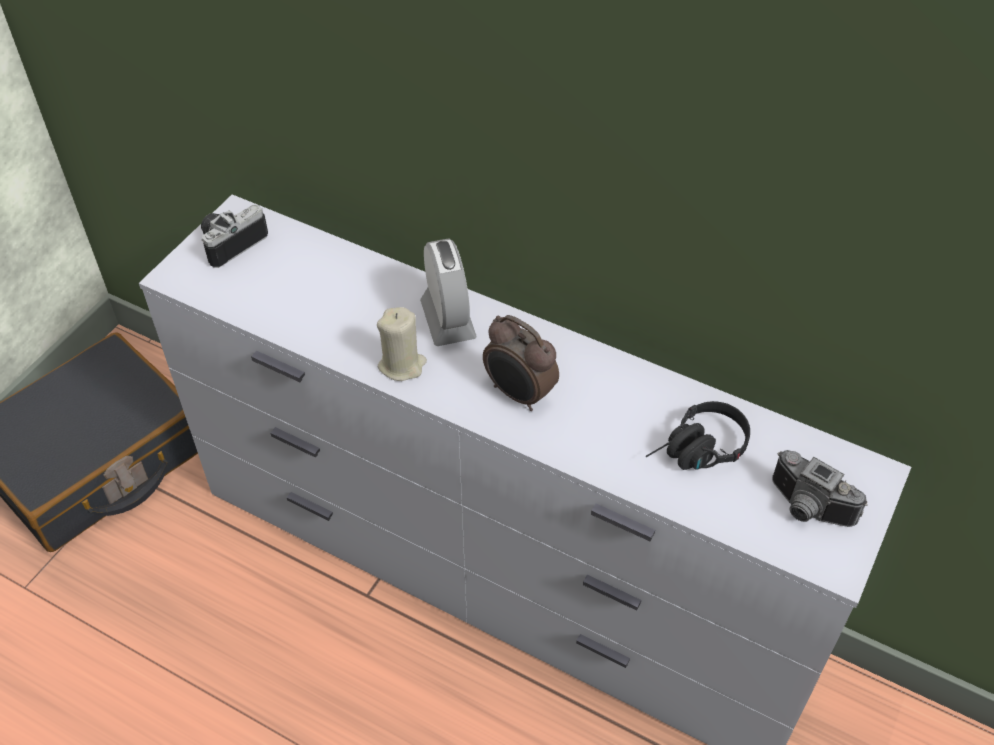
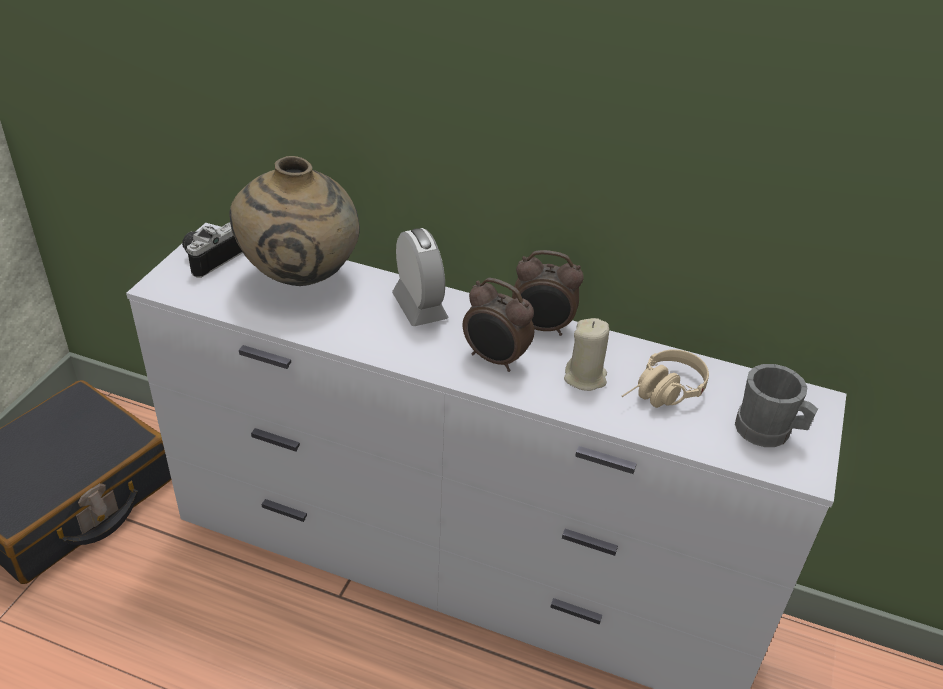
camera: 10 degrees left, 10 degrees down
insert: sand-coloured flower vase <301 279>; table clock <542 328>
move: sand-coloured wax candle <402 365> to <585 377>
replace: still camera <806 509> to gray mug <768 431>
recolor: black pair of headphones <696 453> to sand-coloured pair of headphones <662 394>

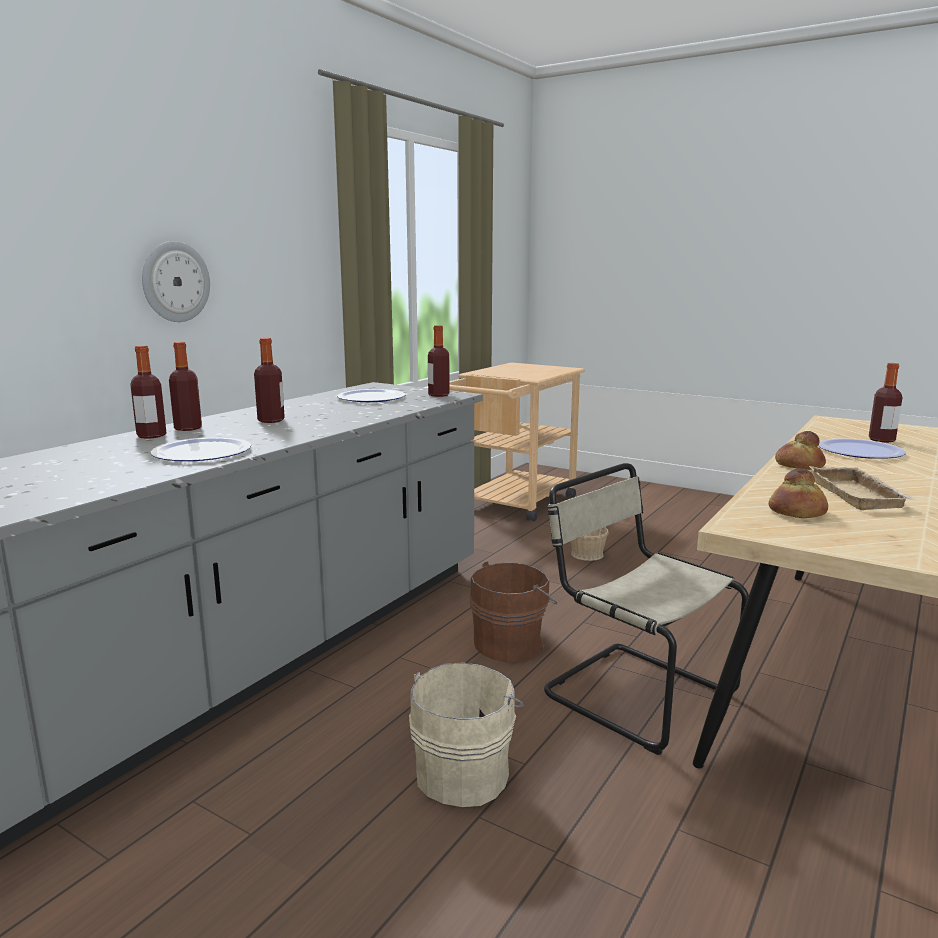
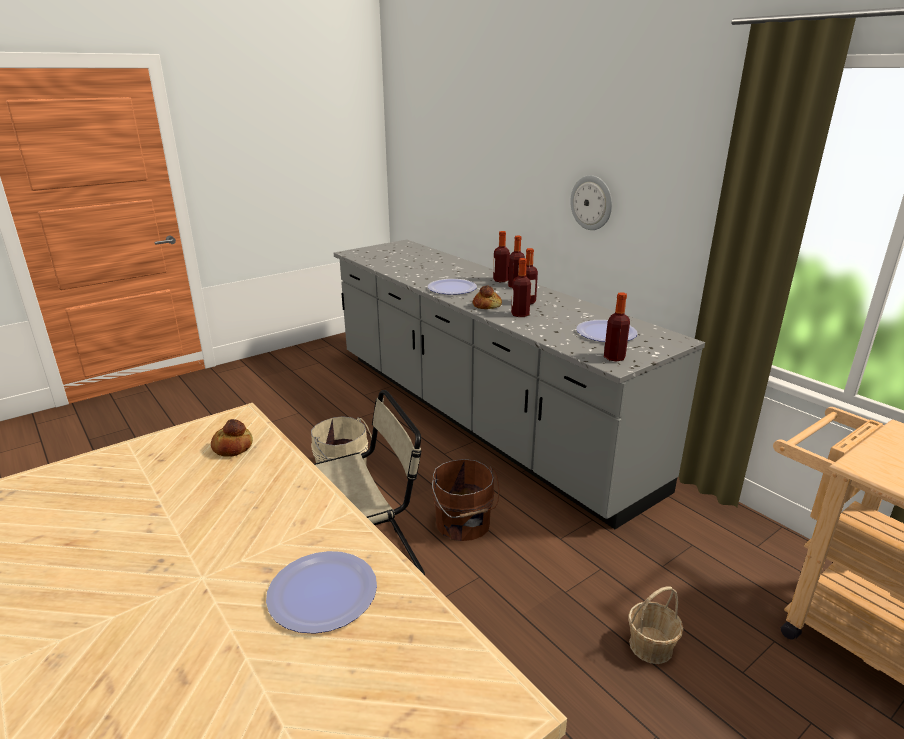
camera: 110 degrees right, 10 degrees up
delete: sand-coloured carrying tray <860 495>
move: bakery bread <798 465> to <486 305>; beverage bottle <881 440> to <520 314>

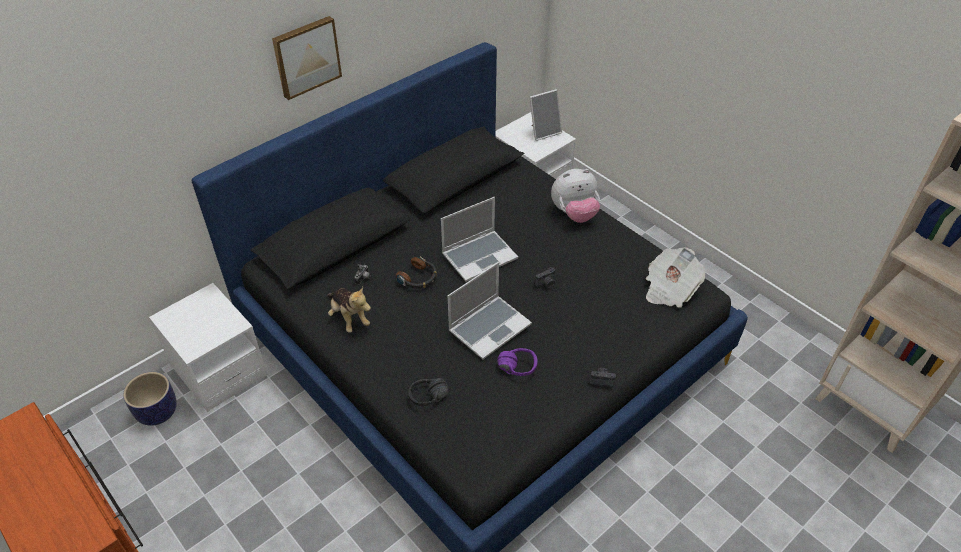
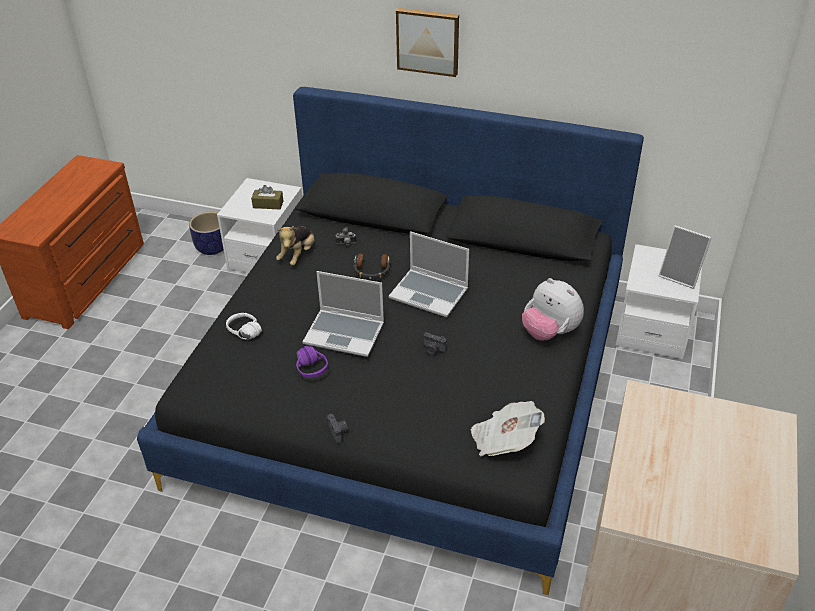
camera: 60 degrees right, 5 degrees down
insert: brown-coloured tissue box <268 204>
recolor: black pair of headphones <430 401> to white-coloured pair of headphones <241 335>

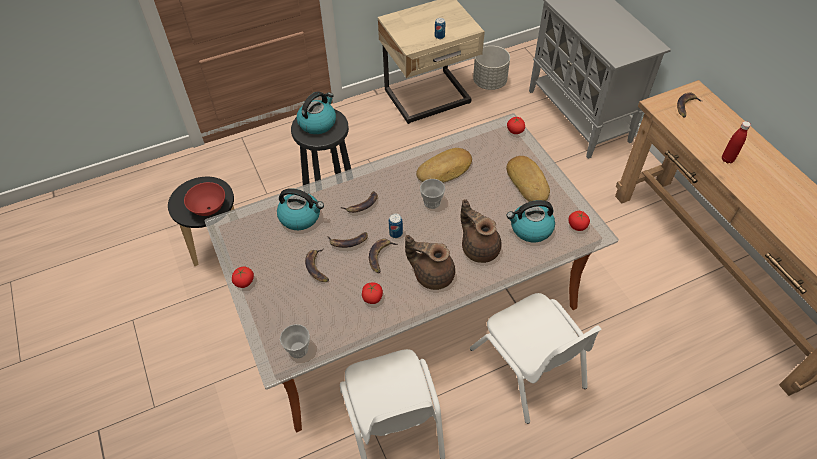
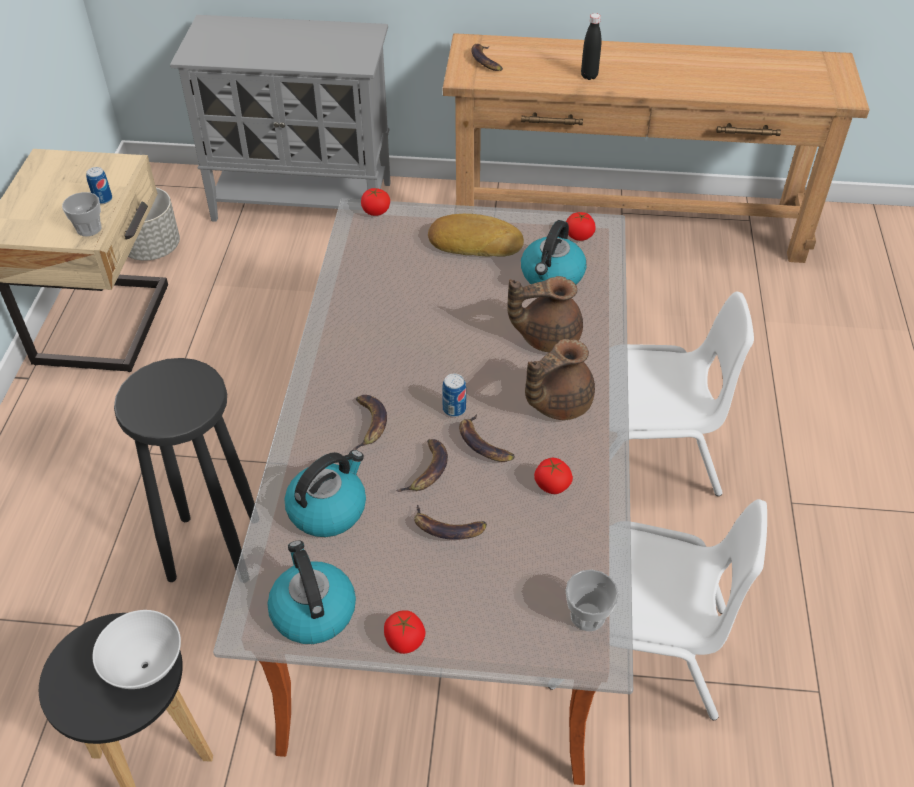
camera: 60 degrees left, 5 degrees down
delete: bakery bread <445 170>
move: kettle <317 123> to <312 611>; cup <432 202> to <89 228>
recolor: red-coloured deep dish <208 209> to white-coloured deep dish <145 667>; red-coloured beverage bottle <727 159> to black beverage bottle <589 76>

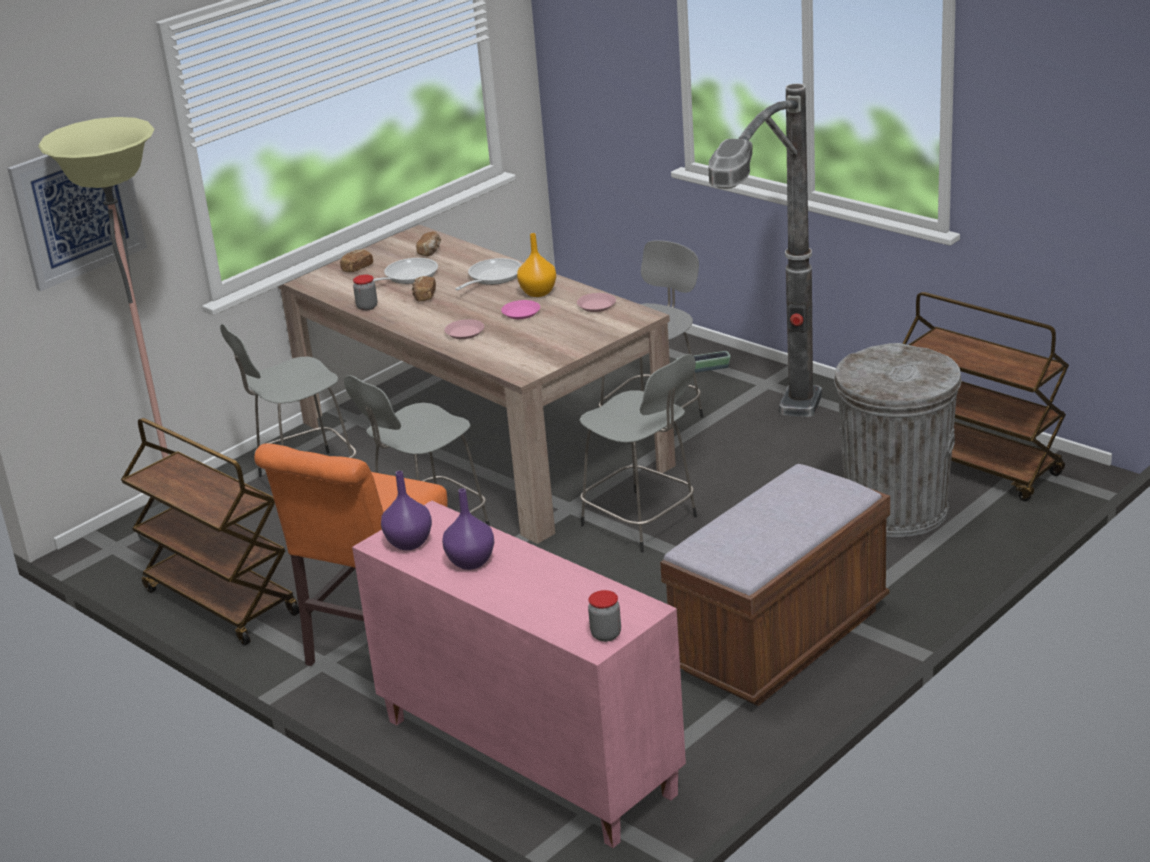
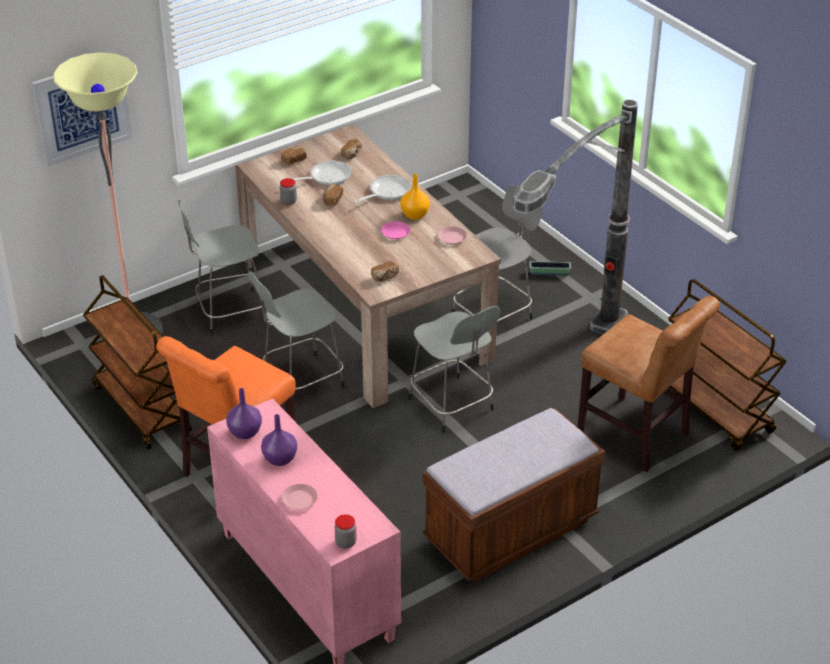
camera: 10 degrees right, 10 degrees up
insert: bakery bread <385 277>
move: pink flat dish <464 332> to <299 499>
replace: gray waste bin <895 510> to brown-coloured upright chair <638 437>

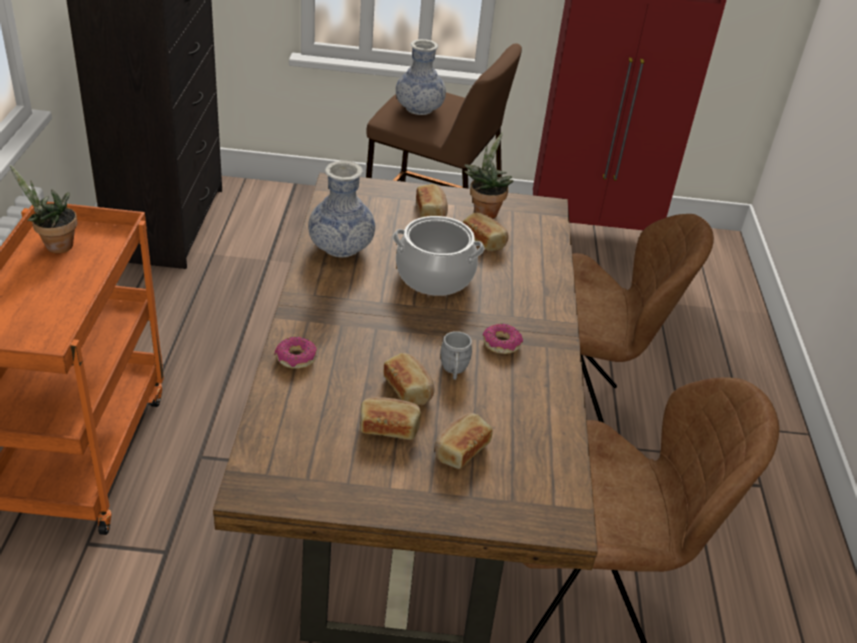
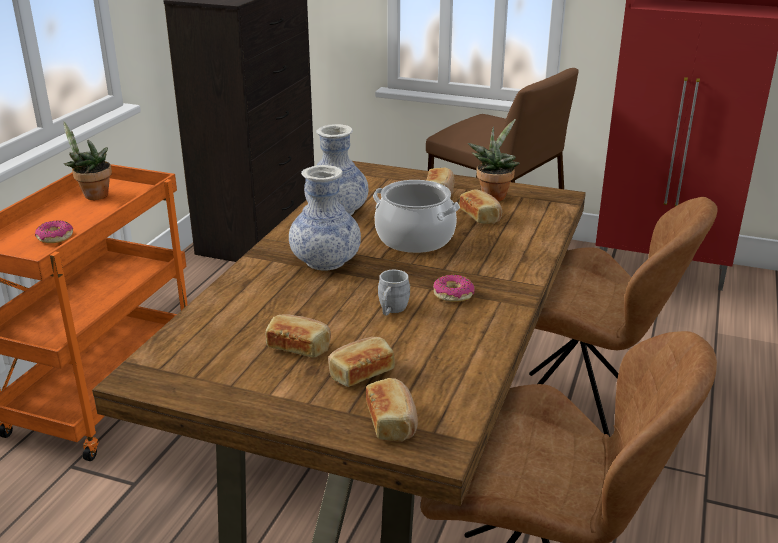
camera: 20 degrees right, 10 degrees down
move: doughnut <296 358> to <55 238>; bakery bread <409 388> to <392 422>; flower vase <419 109> to <325 261>

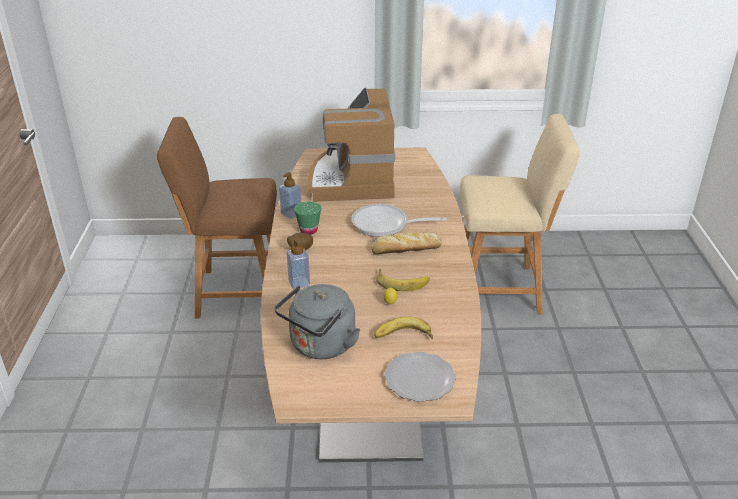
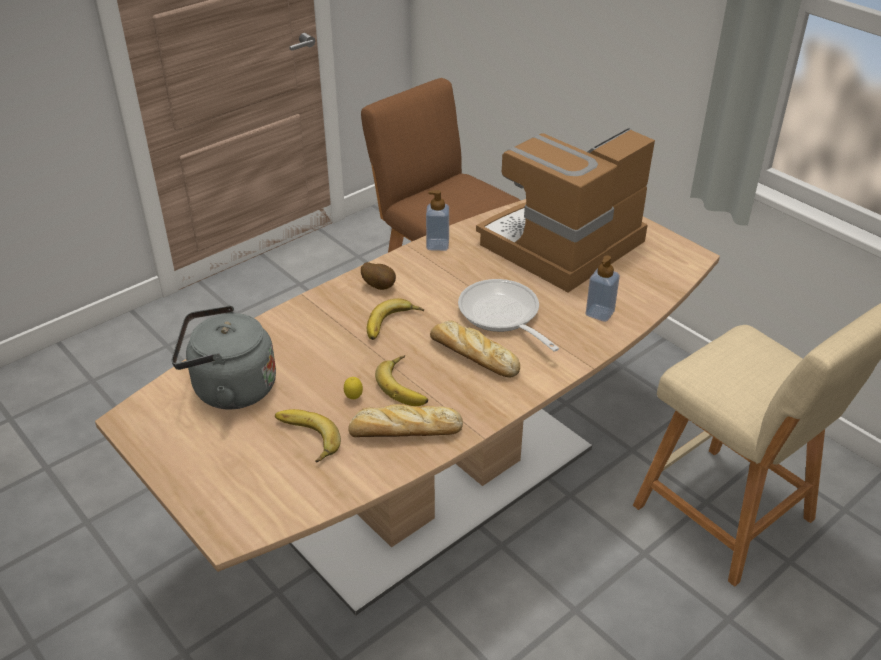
camera: 50 degrees right, 5 degrees up
delete: green cup <308 230>; flat dish <418 378>
insert: bakery bread <403 431>; banana fruit <393 325>
move: liquid soap bottle <299 283> to <599 313>

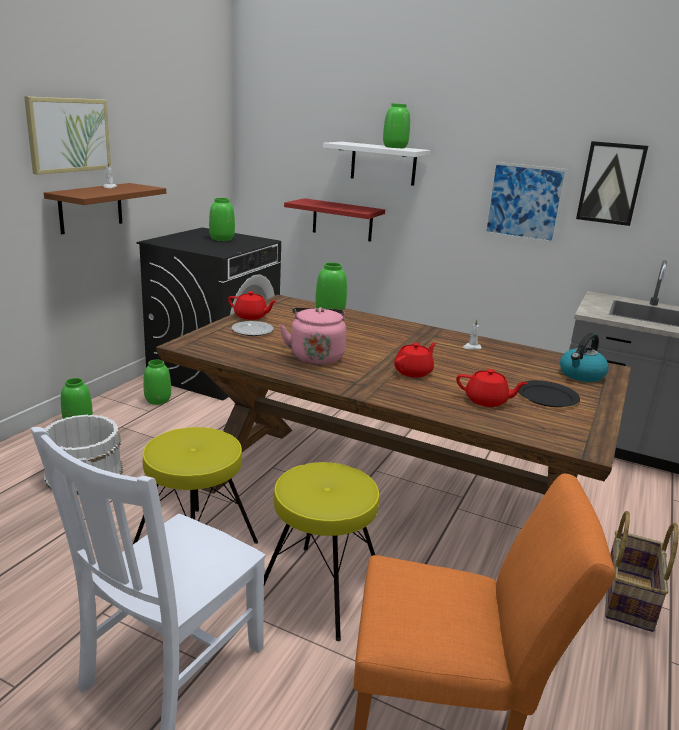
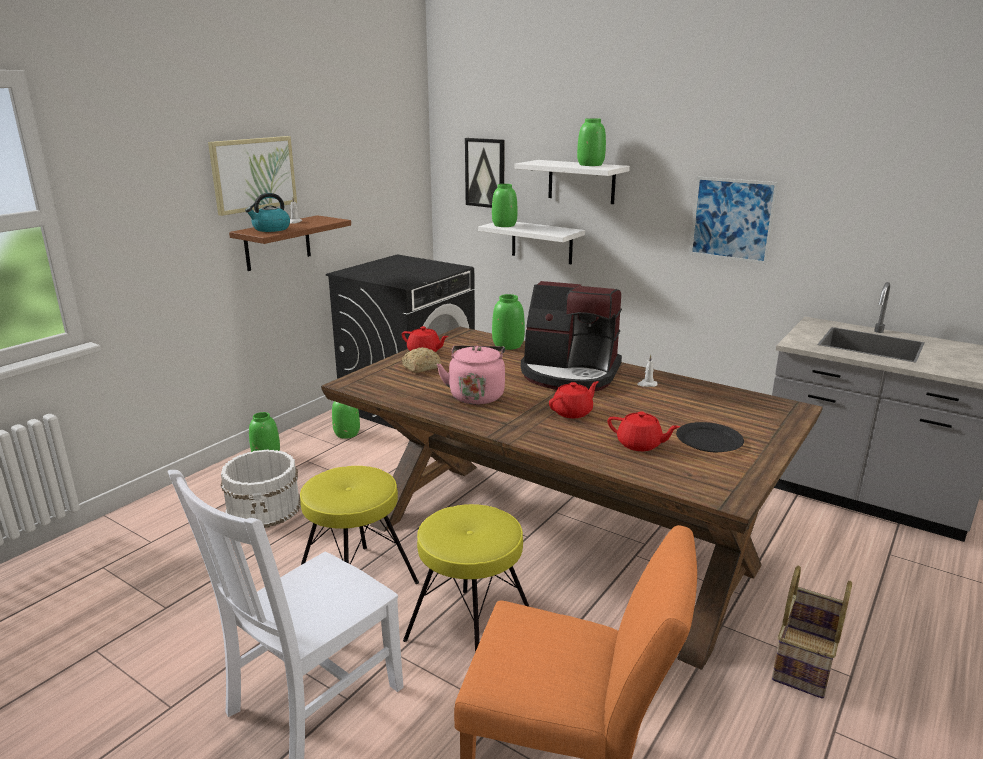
camera: 10 degrees right, 0 degrees up
insert: coffee brewer <570 374>
move: green flower vase <222 239> to <504 225>; kettle <581 375> to <271 229>; wall art <611 183> to <485 173>
replace: flat dish <252 331> to bakery bread <420 367>
recolor: red-coloured shelf <342 220> to white-coloured shelf <542 242>

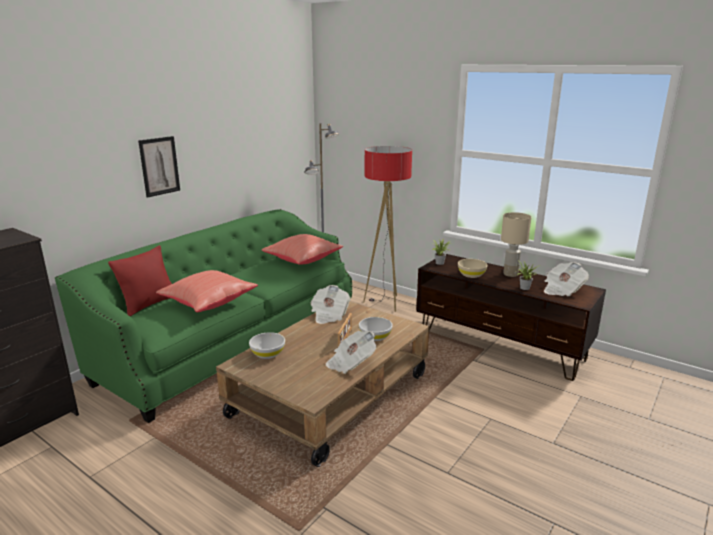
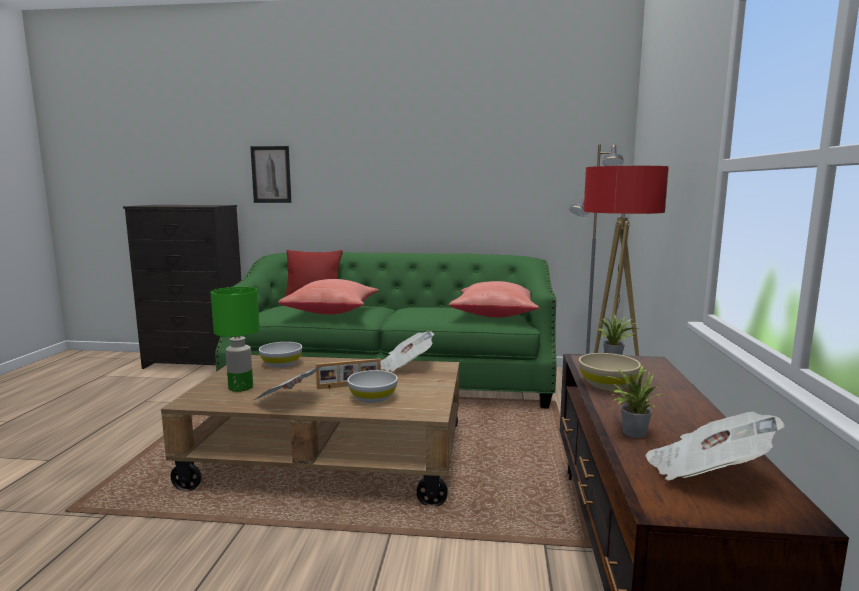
camera: 60 degrees right, 10 degrees down
delete: sand-coloured tabletop lamp <511 274>
insert: green tabletop lamp <240 387>
move: wall art <159 166> to <271 174>

